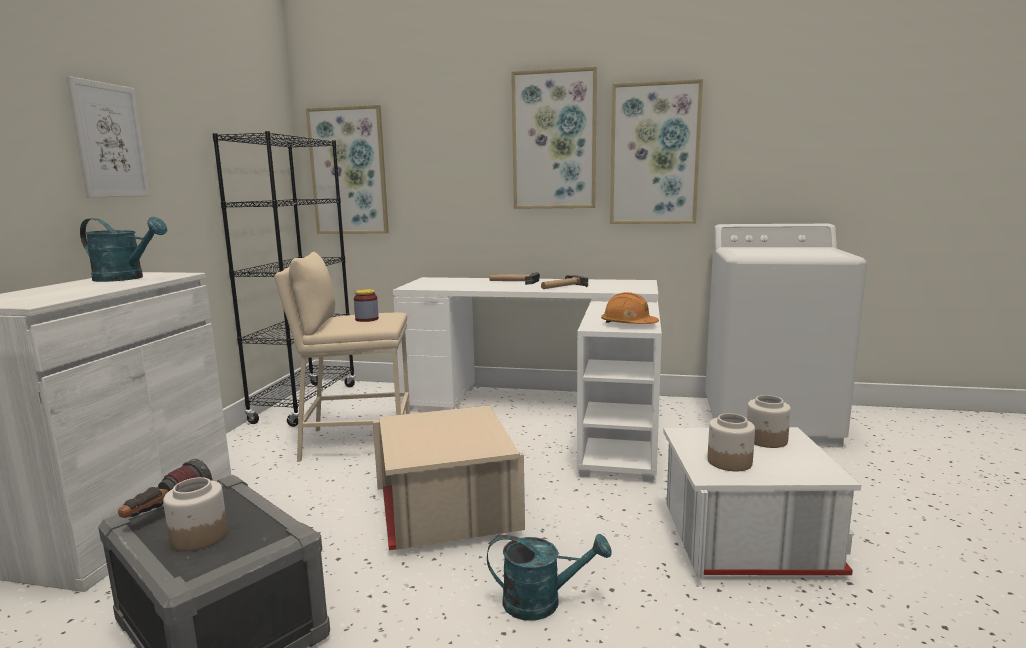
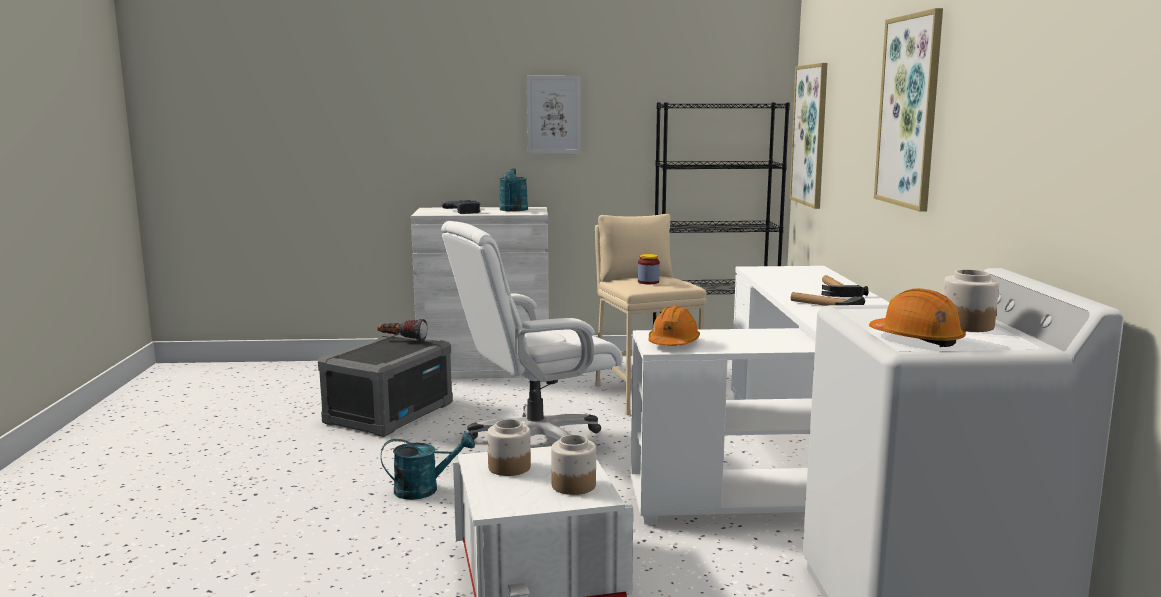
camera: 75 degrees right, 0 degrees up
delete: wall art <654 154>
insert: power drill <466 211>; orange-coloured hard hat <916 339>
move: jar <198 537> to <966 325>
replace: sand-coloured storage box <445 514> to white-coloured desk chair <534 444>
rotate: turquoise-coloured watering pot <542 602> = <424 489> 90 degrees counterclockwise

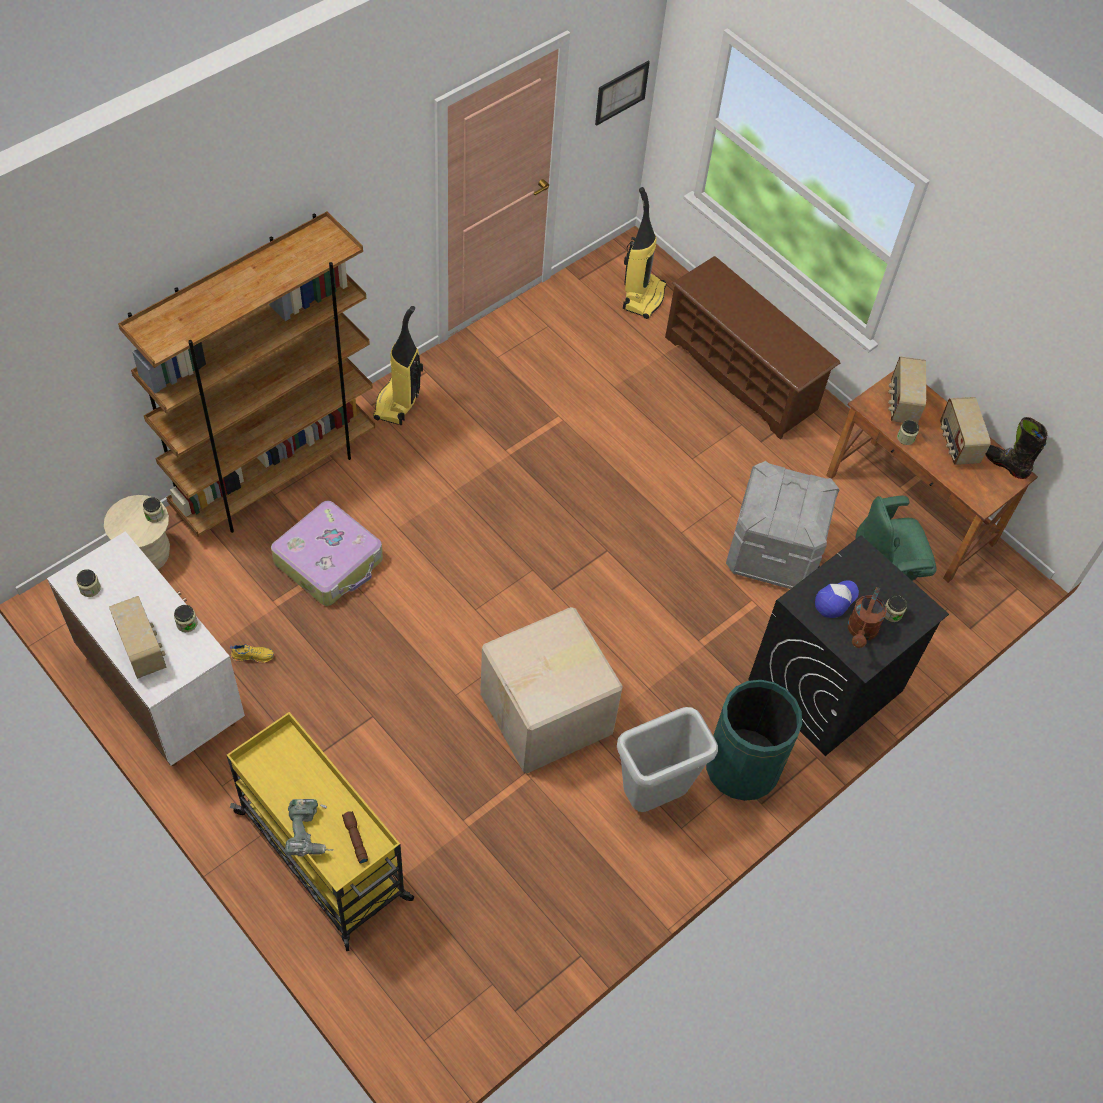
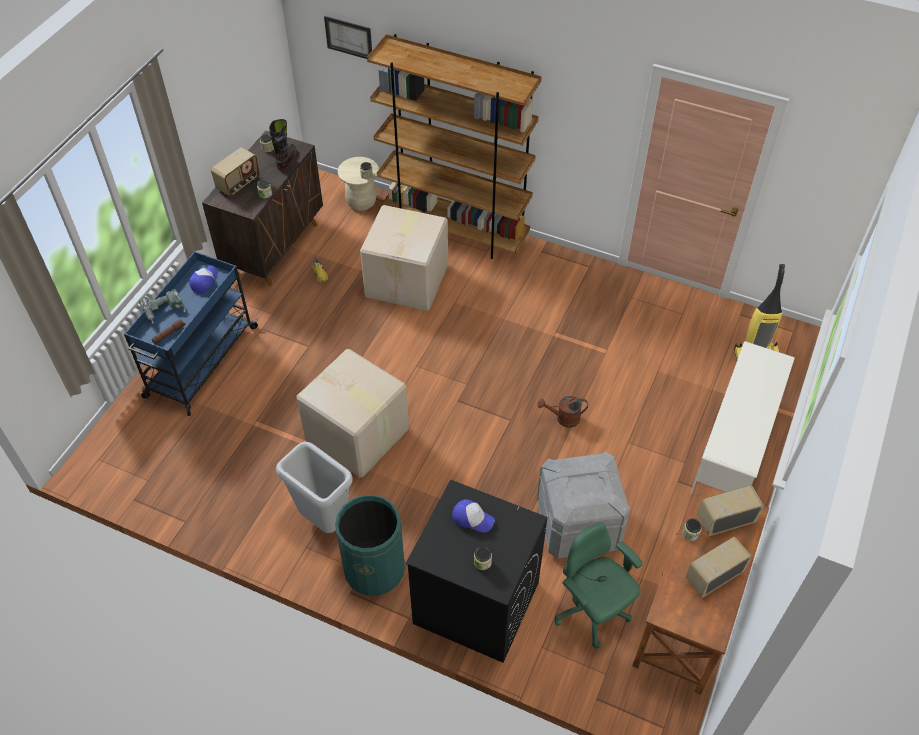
camera: 70 degrees right, 5 degrees down
delete: hoover <398 404>
insert: peaked cap <204 281>
move: wall art <621 92> to <349 37>; brown-coloured watering pot <861 632> to <563 418>; black boot <1006 464> to <286 160>
replace: suitcase <330 561> to carton <408 280>
recolor: white-coloured storage cabinet <162 692> to brown-coloured storage cabinet <275 247>; yellow cart <324 857> to bluish cart <200 362>; brown-coloured shoe stand <742 374> to white-coloured shoe stand <734 445>

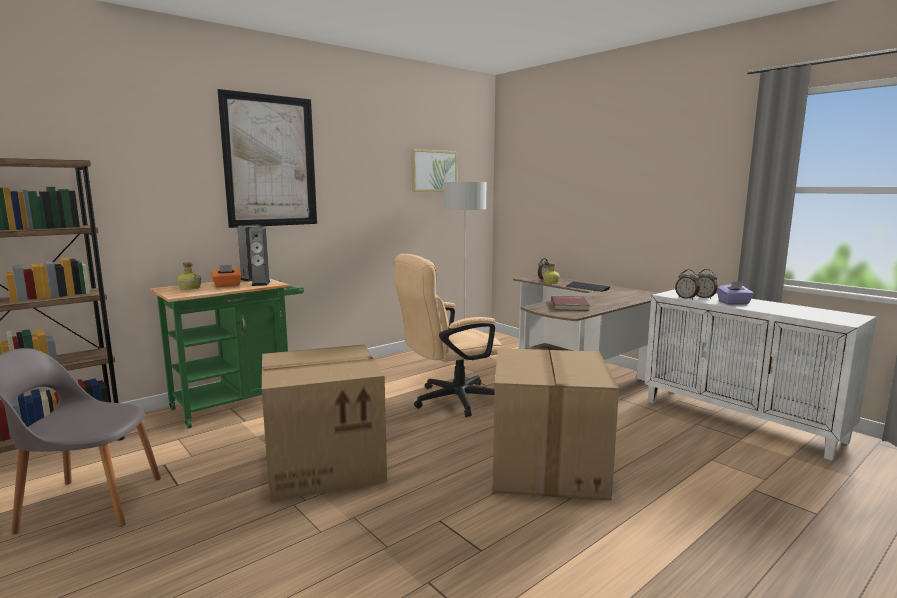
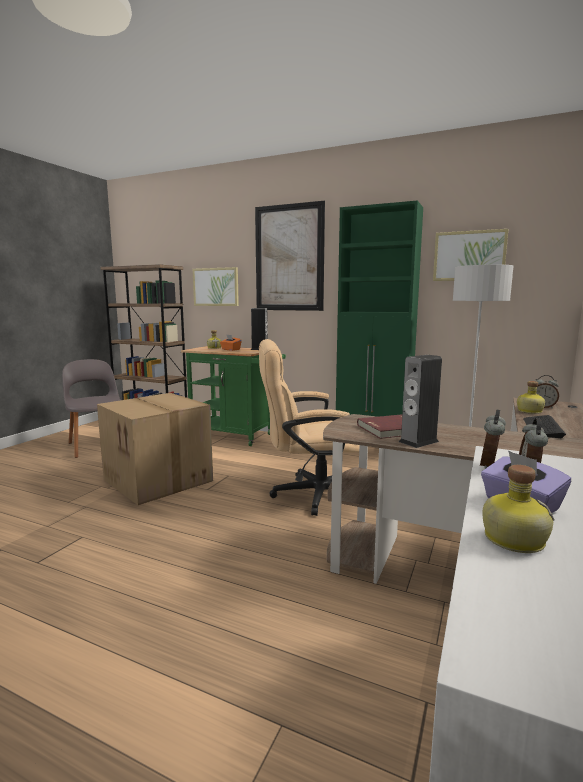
camera: 65 degrees right, 0 degrees up
delete: carton <549 468>
insert: wall art <216 287>; green storage cabinet <373 452>; beverage bottle <512 538>
move: audio speaker <261 283> to <418 441>
rotate: sand-coloured desk chair <449 400> = <309 494> 45 degrees counterclockwise

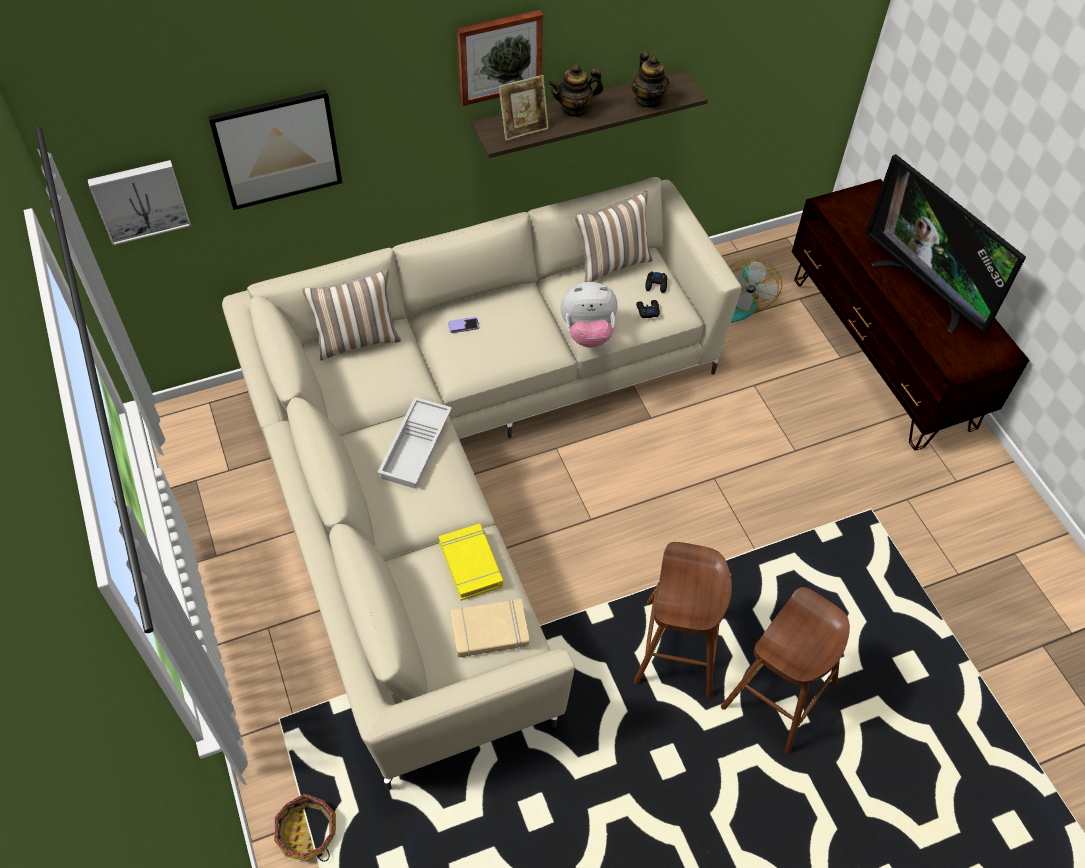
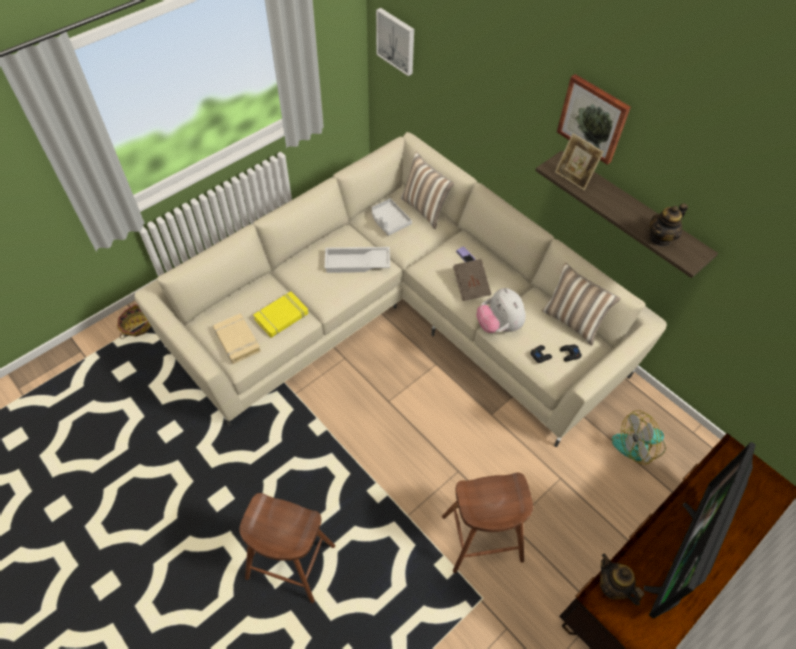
camera: 70 degrees right, 0 degrees up
delete: wall art <277 149>
insert: gray carrying tray <389 221>; brown-coloured volume <471 286>
move: teapot <574 109> to <612 586>; brown-coloured sitting stool <678 647> to <482 538>

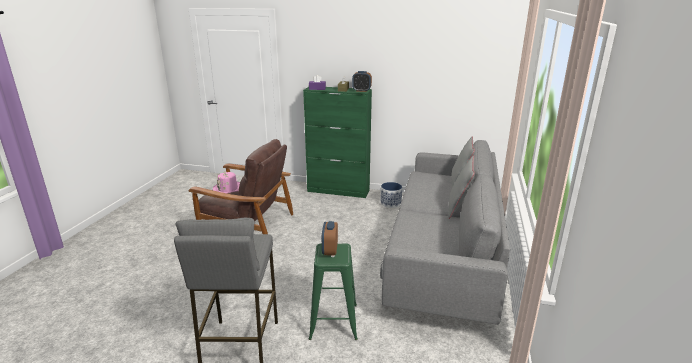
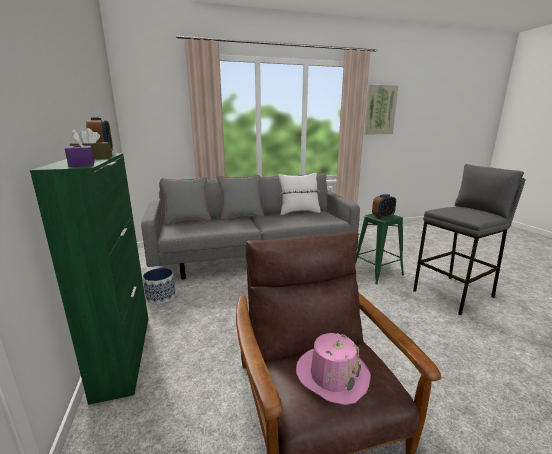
camera: 120 degrees left, 5 degrees down
insert: white-coloured throw pillow <299 212>; wall art <380 110>

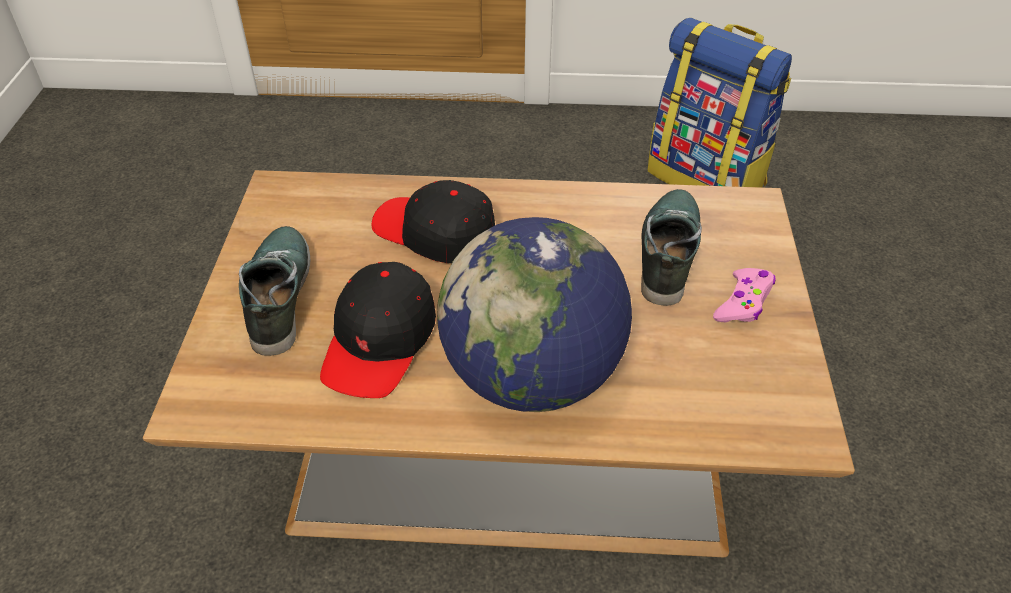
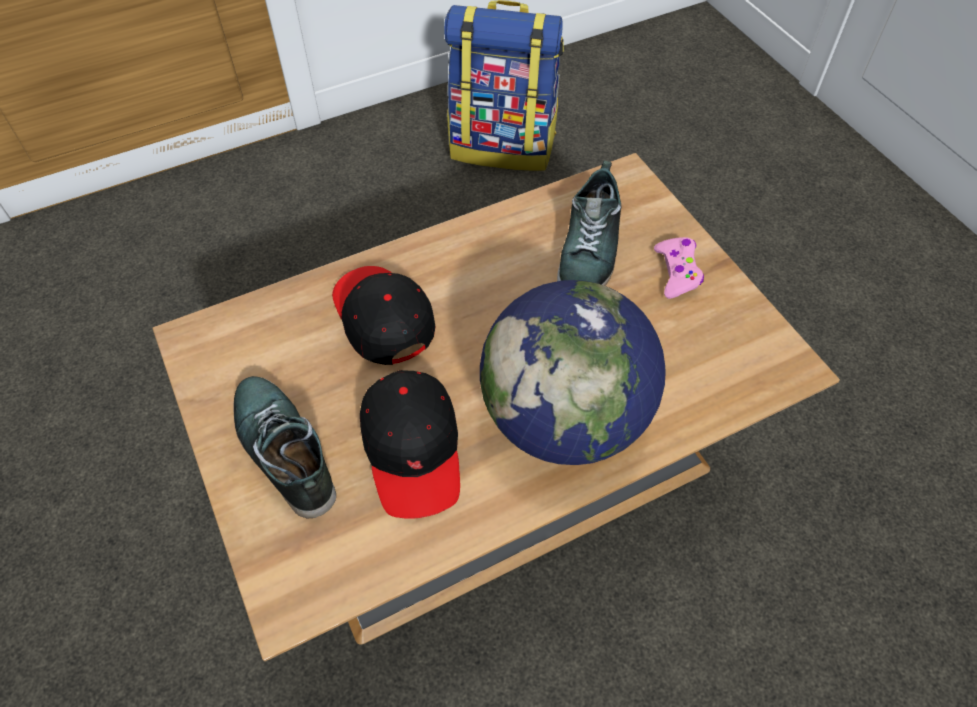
camera: 30 degrees left, 10 degrees up
rotate: black peaked cap <434 232> = <382 318> 60 degrees clockwise; item of footwear <667 252> = <590 251> 150 degrees counterclockwise

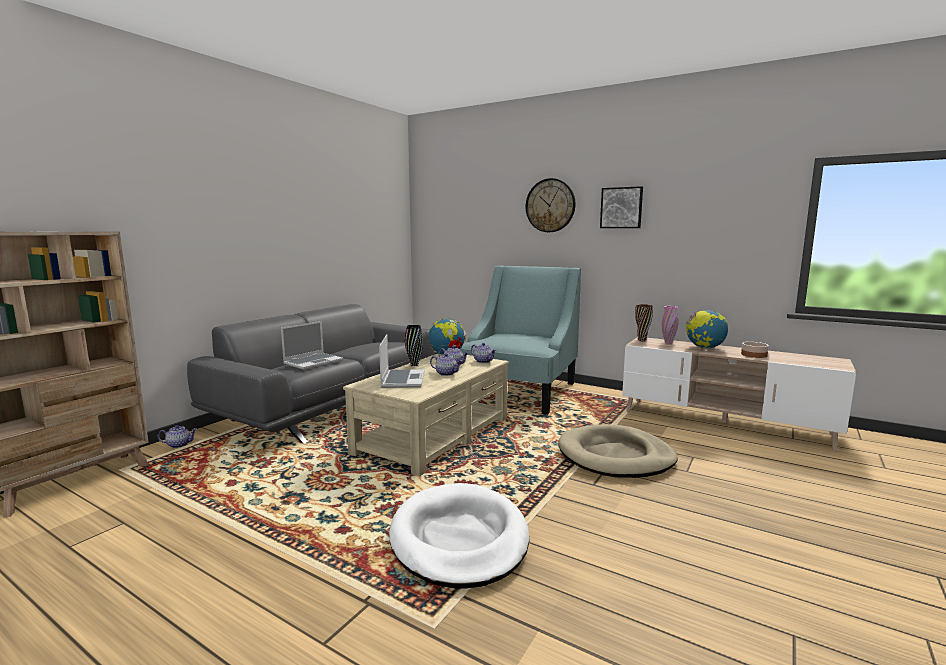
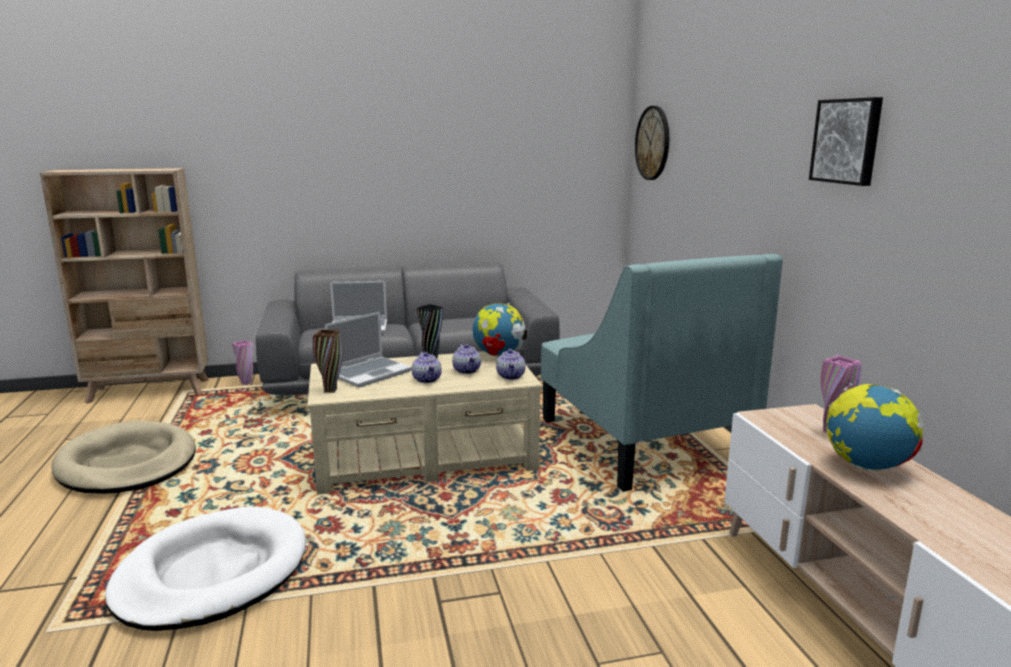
camera: 45 degrees right, 5 degrees up
delete: deep dish <753 355>
move: hanging clock <550 205> to <653 143>; sand-coloured dog bed <615 456> to <127 464>; brown-coloured flower vase <642 340> to <330 390>
replace: teapot <179 445> to pink flower vase <246 383>
rotate: turquoise-coloured easy chair <519 392> = <640 440> 90 degrees clockwise

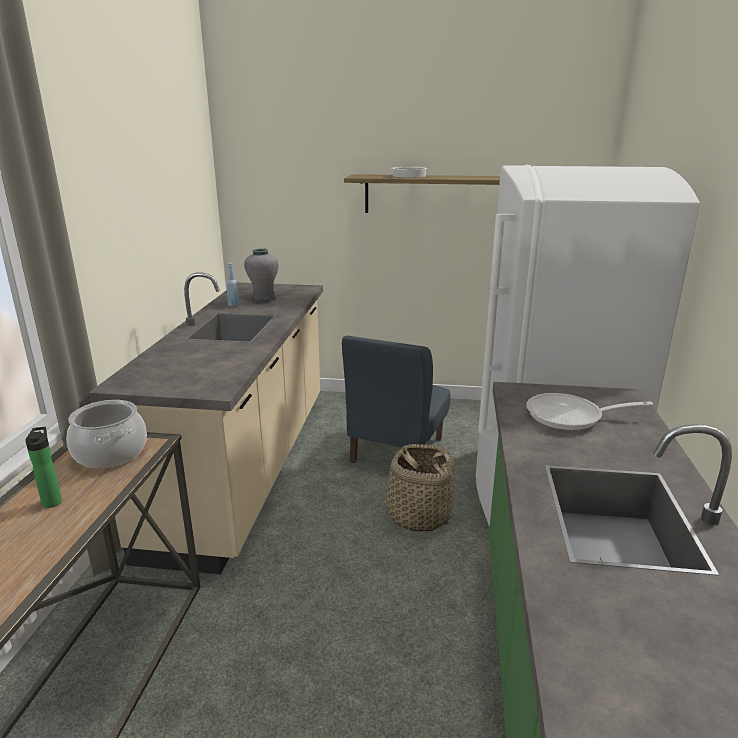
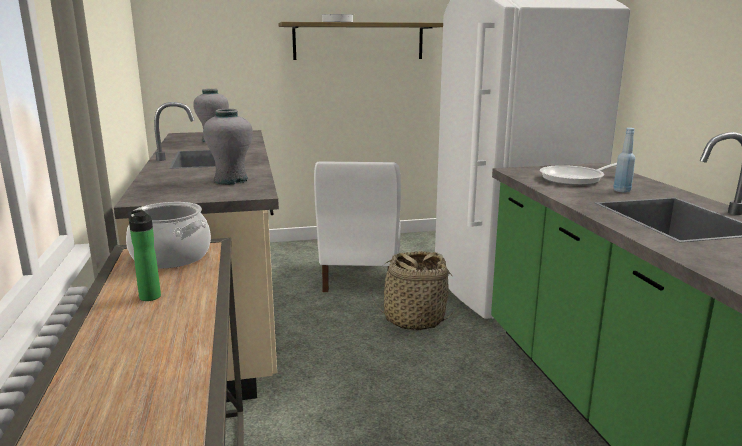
camera: 20 degrees left, 5 degrees down
insert: gray flower vase <231 180>
move: bluish beverage bottle <233 305> to <621 191>
recolor: bluish upright chair <396 450> to white-coloured upright chair <359 277>

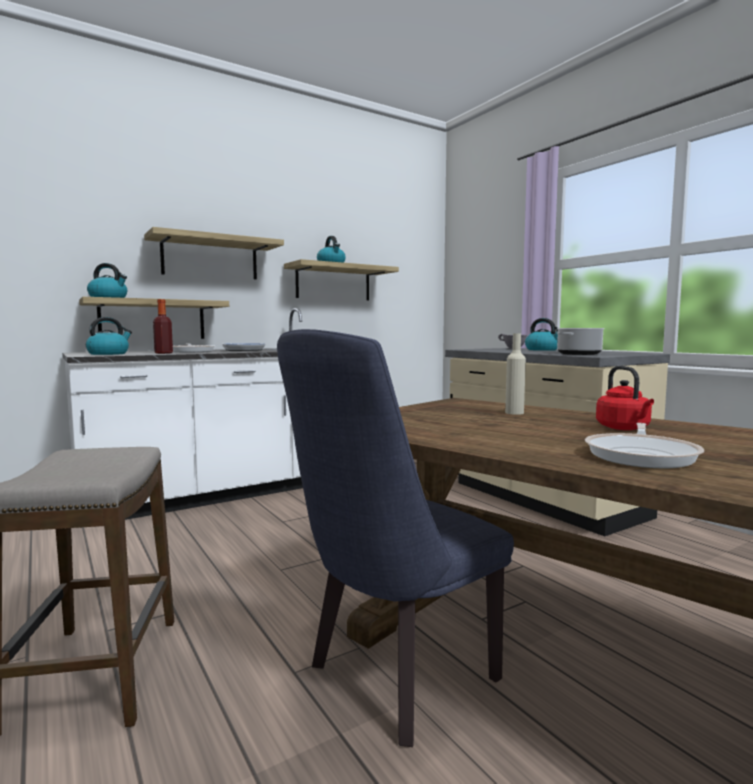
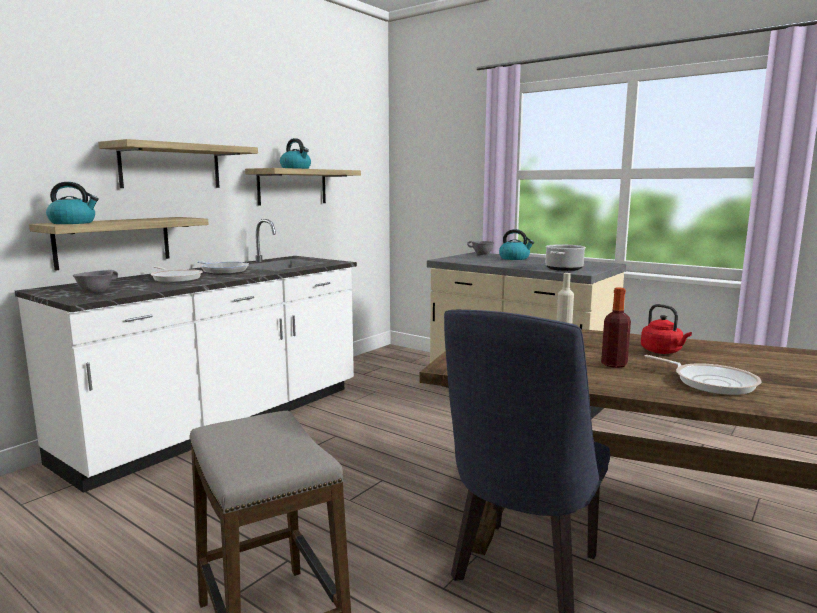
camera: 20 degrees left, 5 degrees up
move: beverage bottle <163 353> to <614 364>
replace: kettle <108 354> to gray deep dish <96 292>
rotate: frying pan <642 455> = <711 382> 45 degrees counterclockwise

